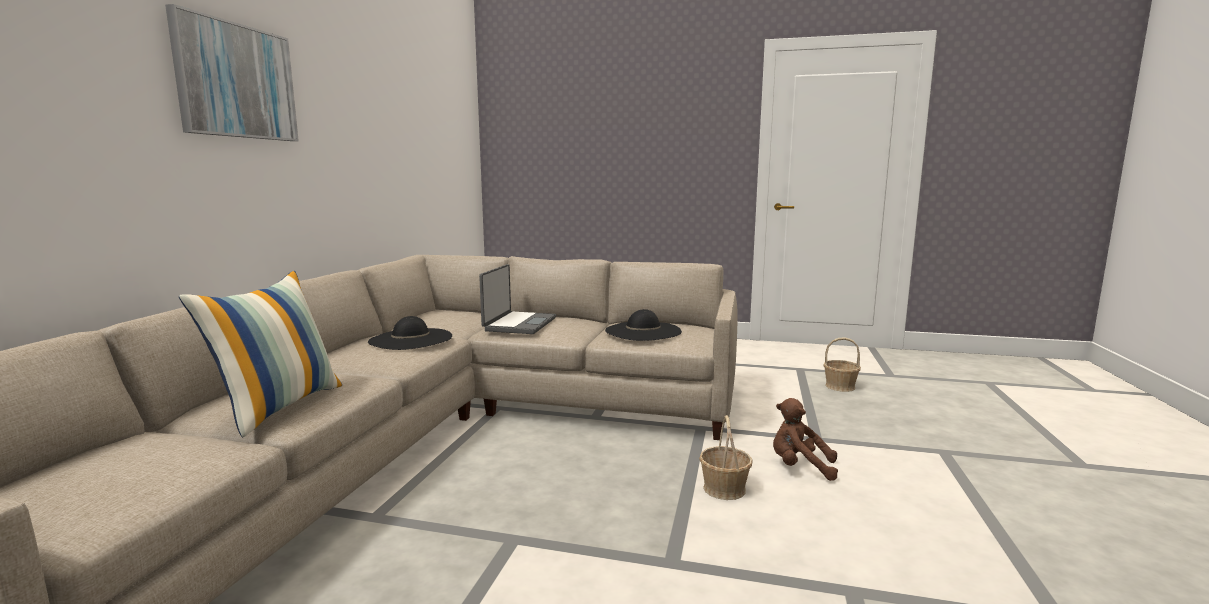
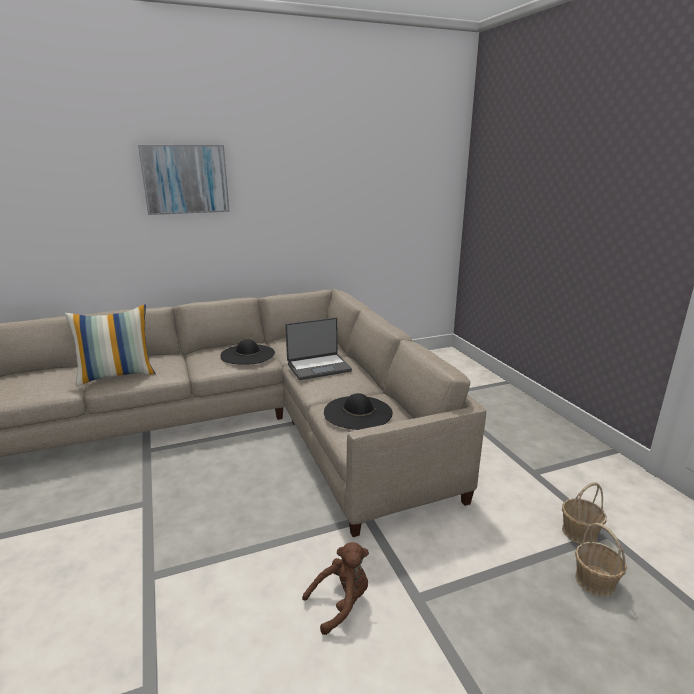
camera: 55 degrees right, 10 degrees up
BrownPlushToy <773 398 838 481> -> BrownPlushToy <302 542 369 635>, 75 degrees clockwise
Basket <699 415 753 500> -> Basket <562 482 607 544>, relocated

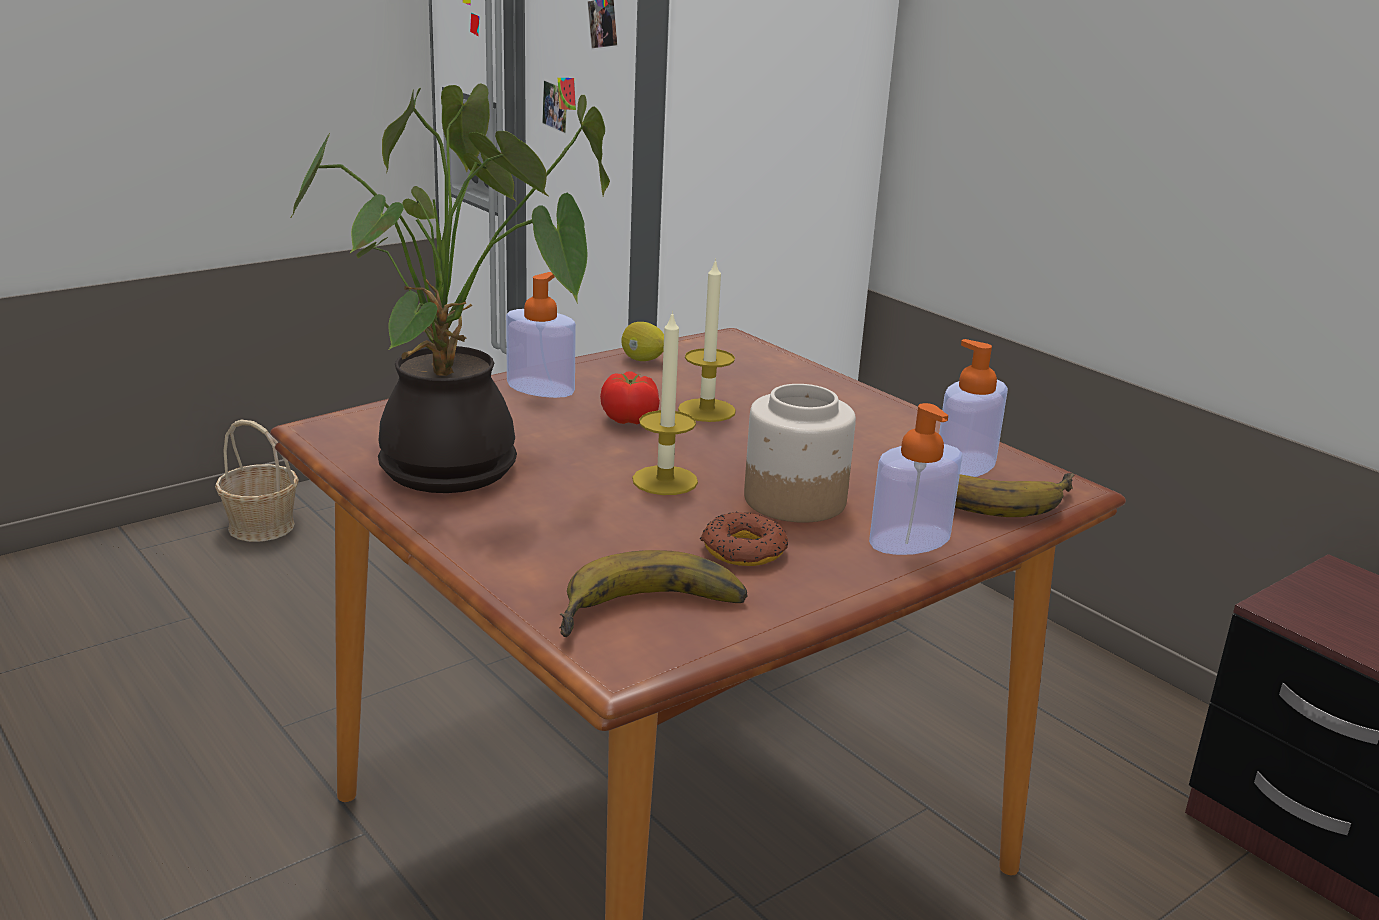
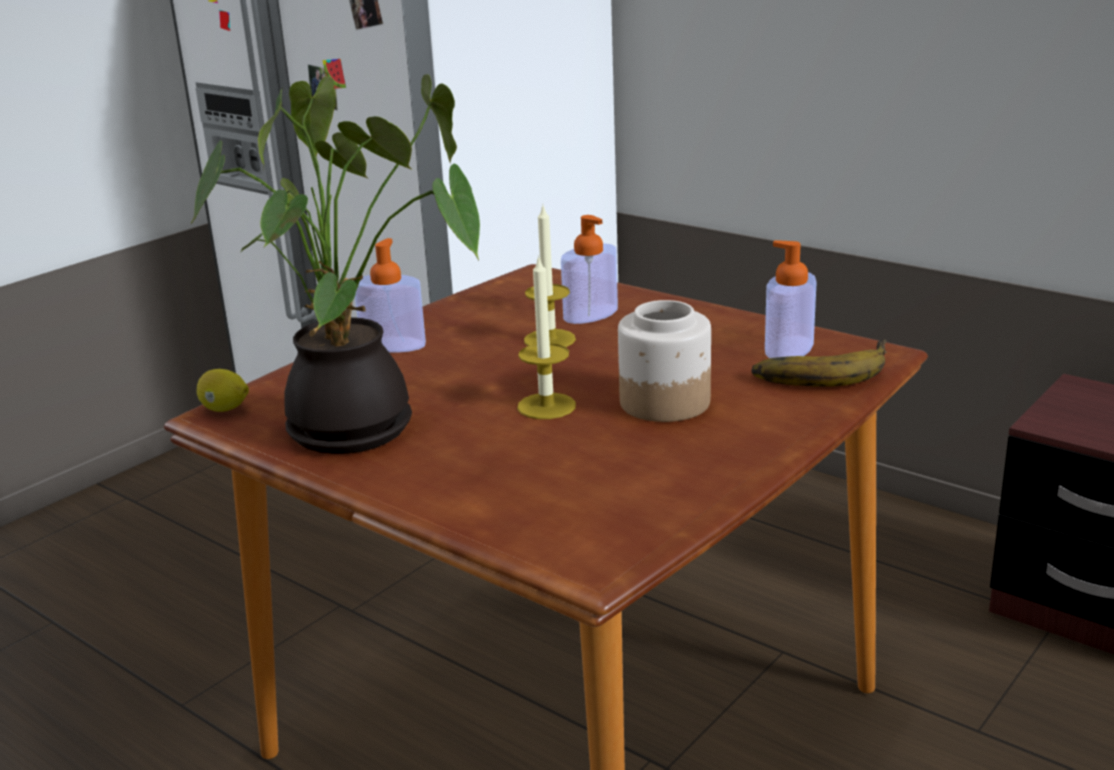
camera: 10 degrees left, 0 degrees up
Lemon <621 322 664 361> -> Lemon <197 369 249 412>, relocated
Tomato <600 371 660 424> -> none
SoapDispenser <869 403 963 555> -> SoapDispenser <561 215 618 324>, relocated
Basket <215 420 299 542> -> none
Donut <700 512 788 566> -> none
Banana <559 550 748 637> -> none

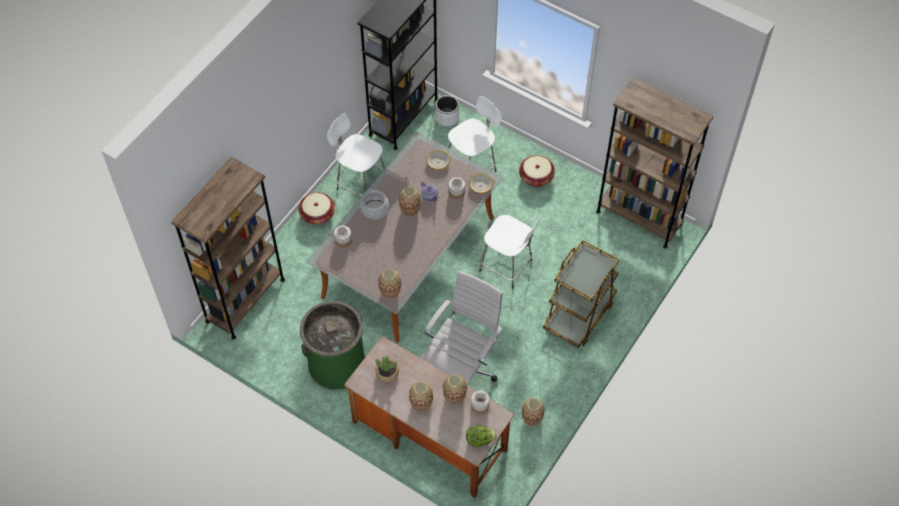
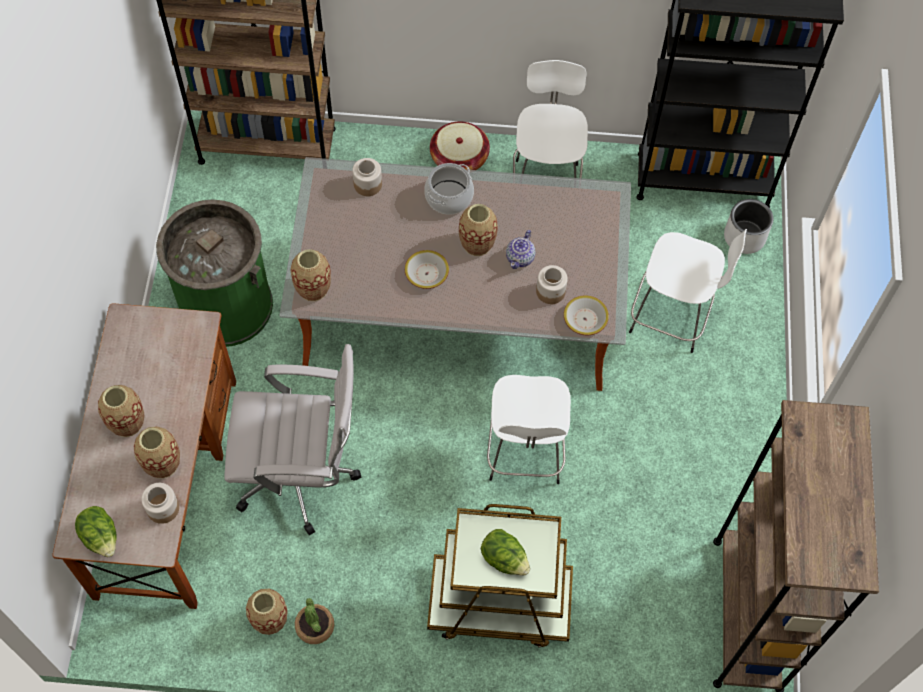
camera: 60 degrees right, 5 degrees up
Bowl <426 150 450 170> -> Bowl <405 250 449 289>, relocated
Basket <519 155 555 187> -> none
PottedPlant <375 355 399 382> -> PottedPlant <295 598 334 644>, relocated
none -> Lettuce <481 529 530 575>

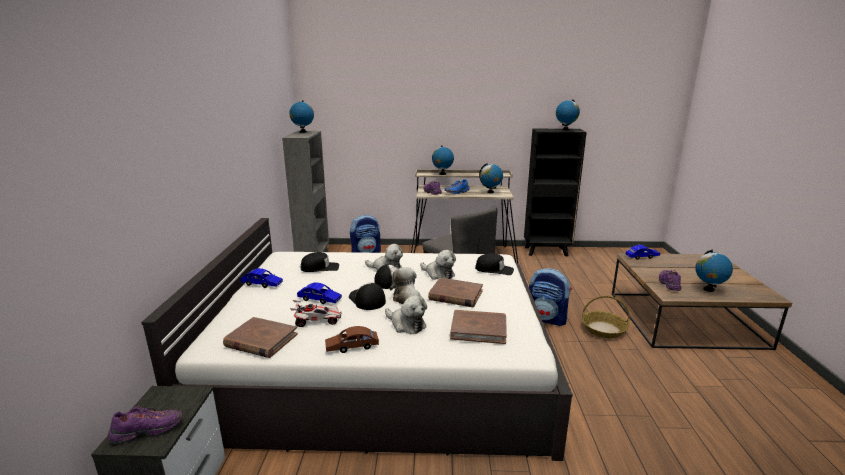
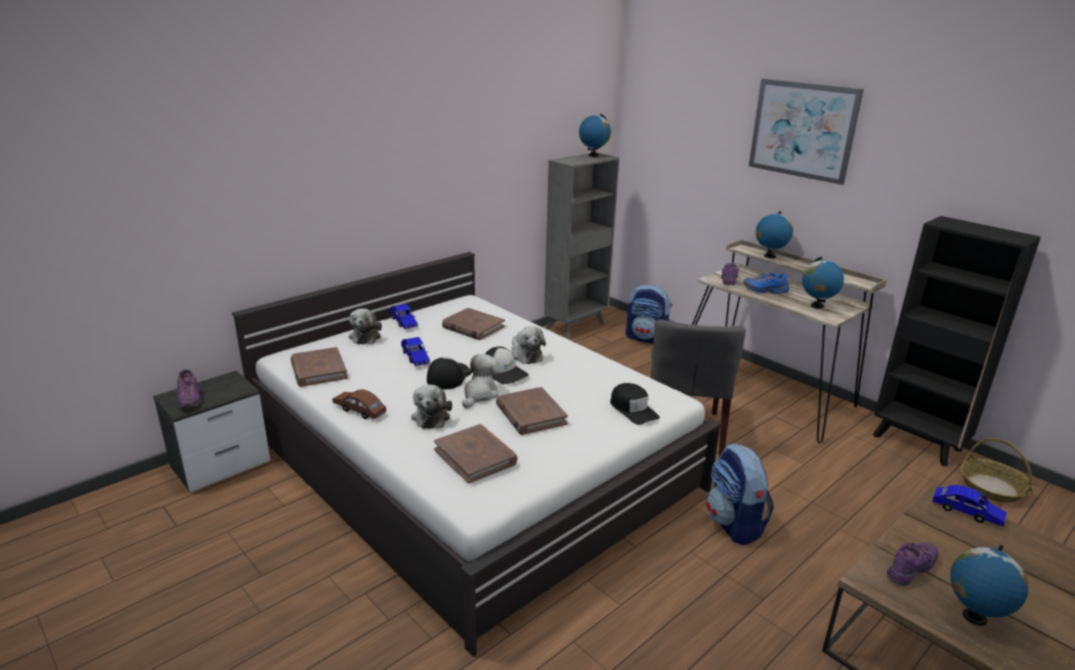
camera: 45 degrees right, 5 degrees up
Globe <556 99 580 130> -> none
PlushToy <420 250 456 280> -> PlushToy <349 308 382 344>, relocated
BlackCap <301 252 339 272> -> BrownBook <442 308 505 340>
Basket <582 296 630 338> -> Basket <960 438 1033 503>, relocated
ToyCar <290 300 342 327> -> none
PurpleShoe <108 406 183 444> -> PurpleShoe <176 369 201 408>, 45 degrees clockwise
none -> Picture <749 79 864 185>

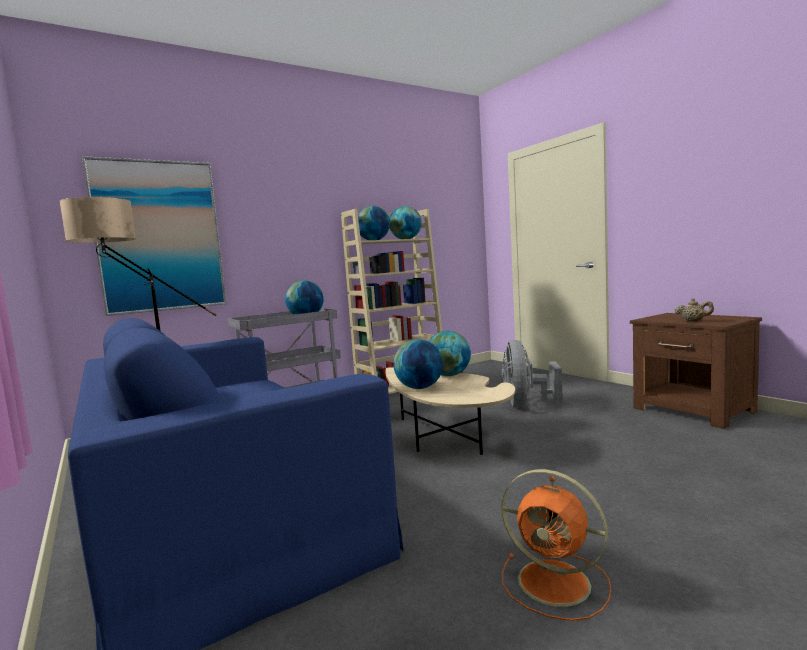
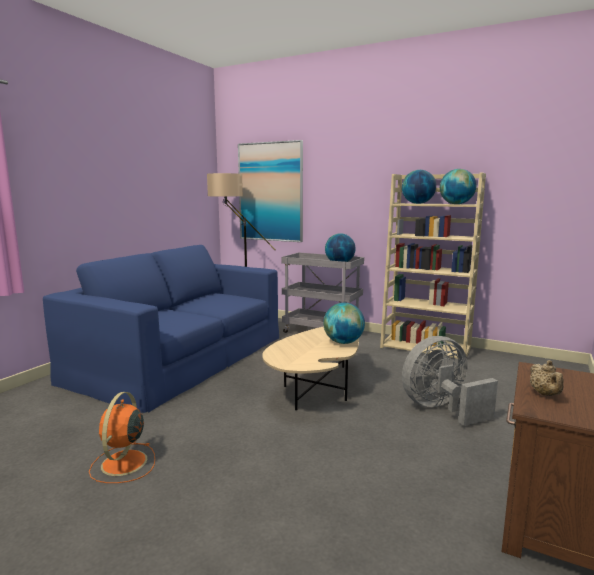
camera: 60 degrees right, 5 degrees up
Globe <393 339 443 389> -> none

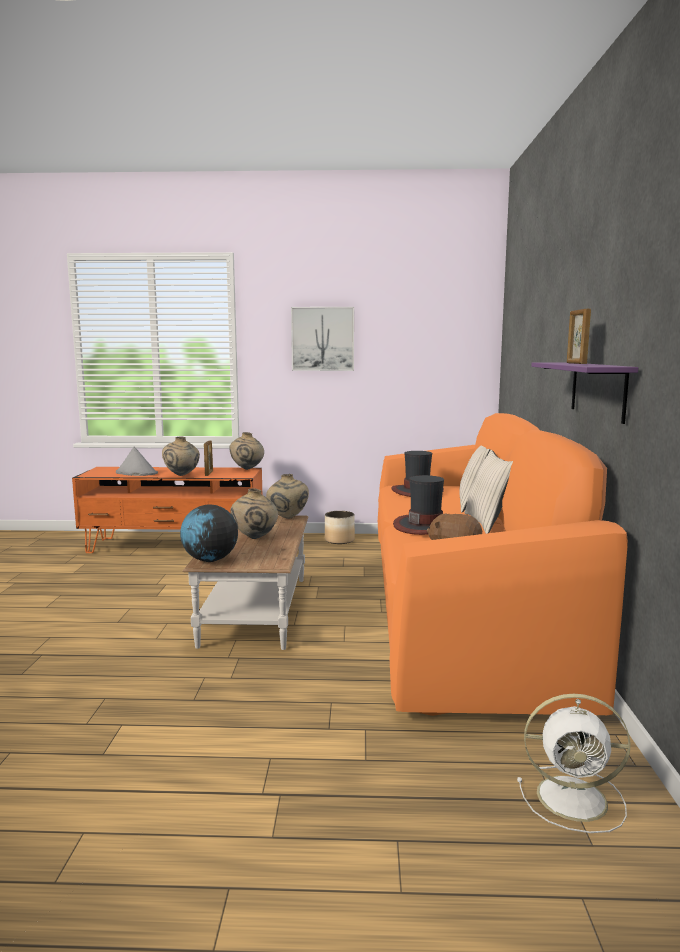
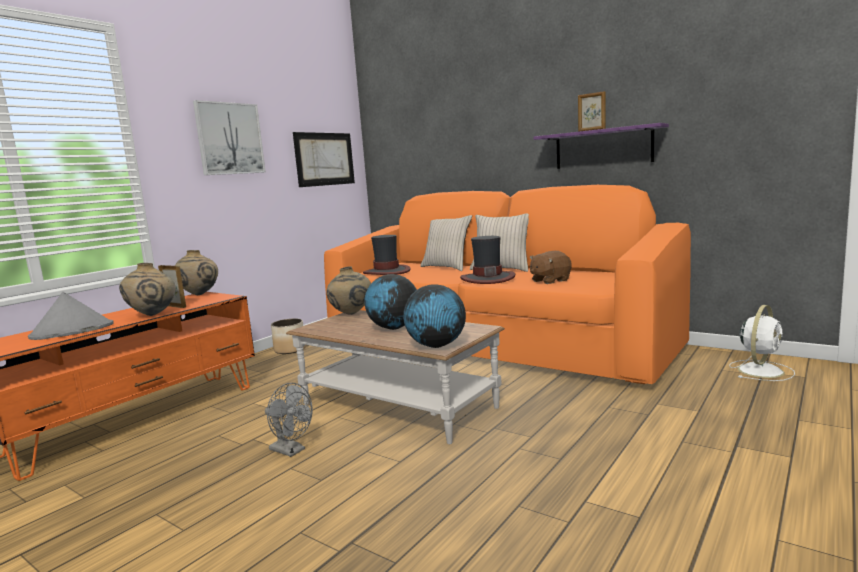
camera: 55 degrees left, 0 degrees up
BeigeVase <230 488 278 539> -> Globe <364 274 417 330>
none -> Picture <293 132 355 187>
none -> GreyFan <265 383 313 457>

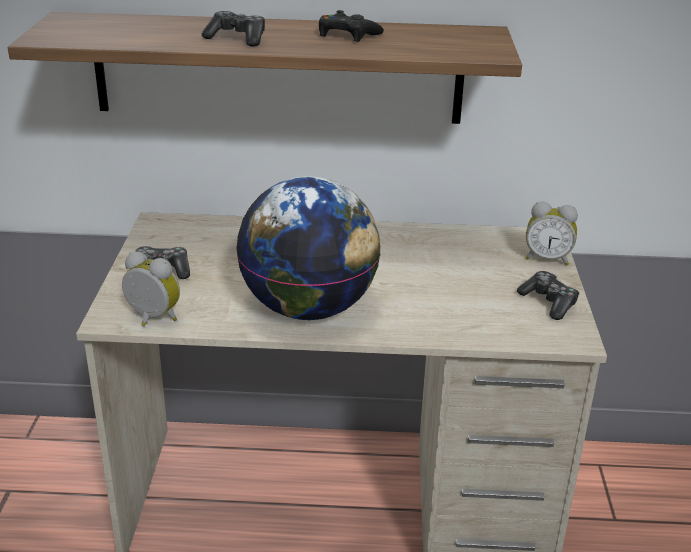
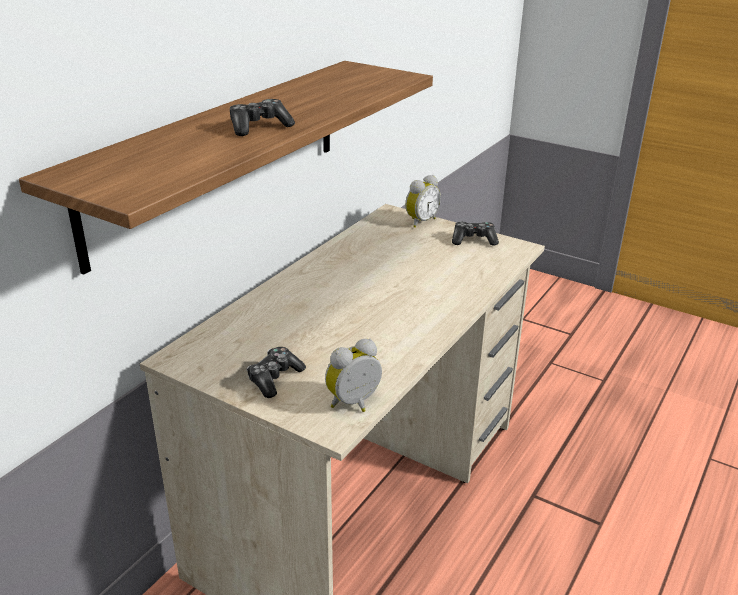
camera: 60 degrees left, 0 degrees up
BlackGameController <319 10 384 42> -> none
Globe <236 176 381 320> -> none

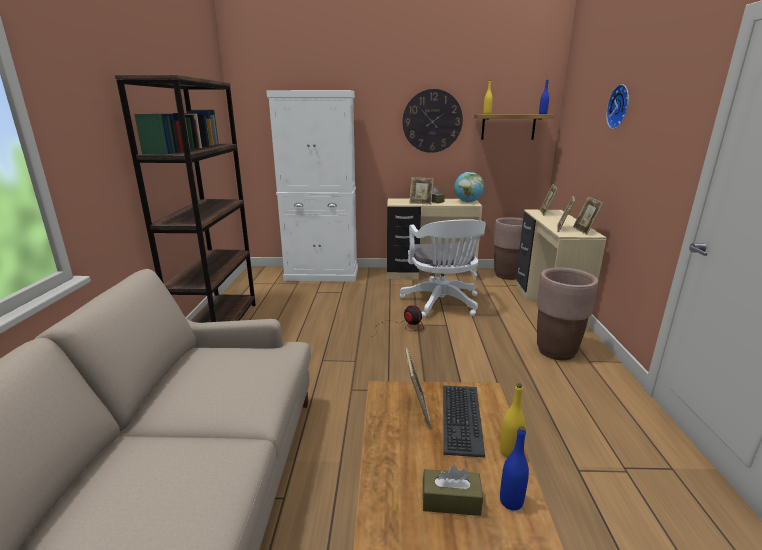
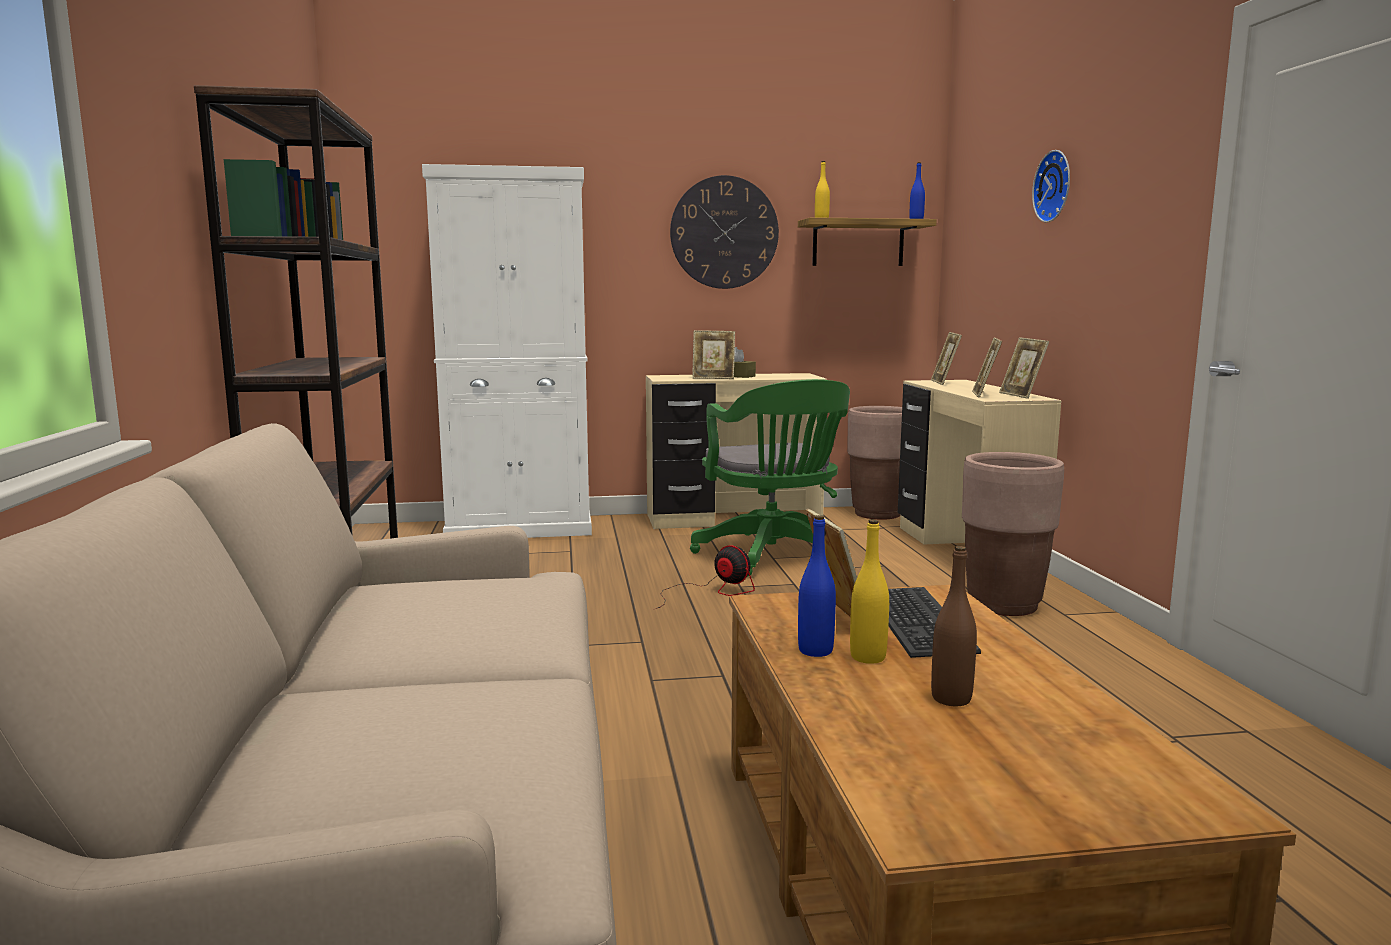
camera: 10 degrees left, 10 degrees down
Globe <454 172 484 203> -> none
WhiteOfficeChair <400 219 486 318> -> GreenOfficeChair <690 379 850 577>
YellowBottle <500 383 525 458> -> YellowBottle <850 519 889 664>, relocated
BlueBottle <500 426 529 511> -> BlueBottle <798 515 836 657>, relocated
BrownTissueBox <423 466 483 516> -> BrownBottle <931 546 977 706>

